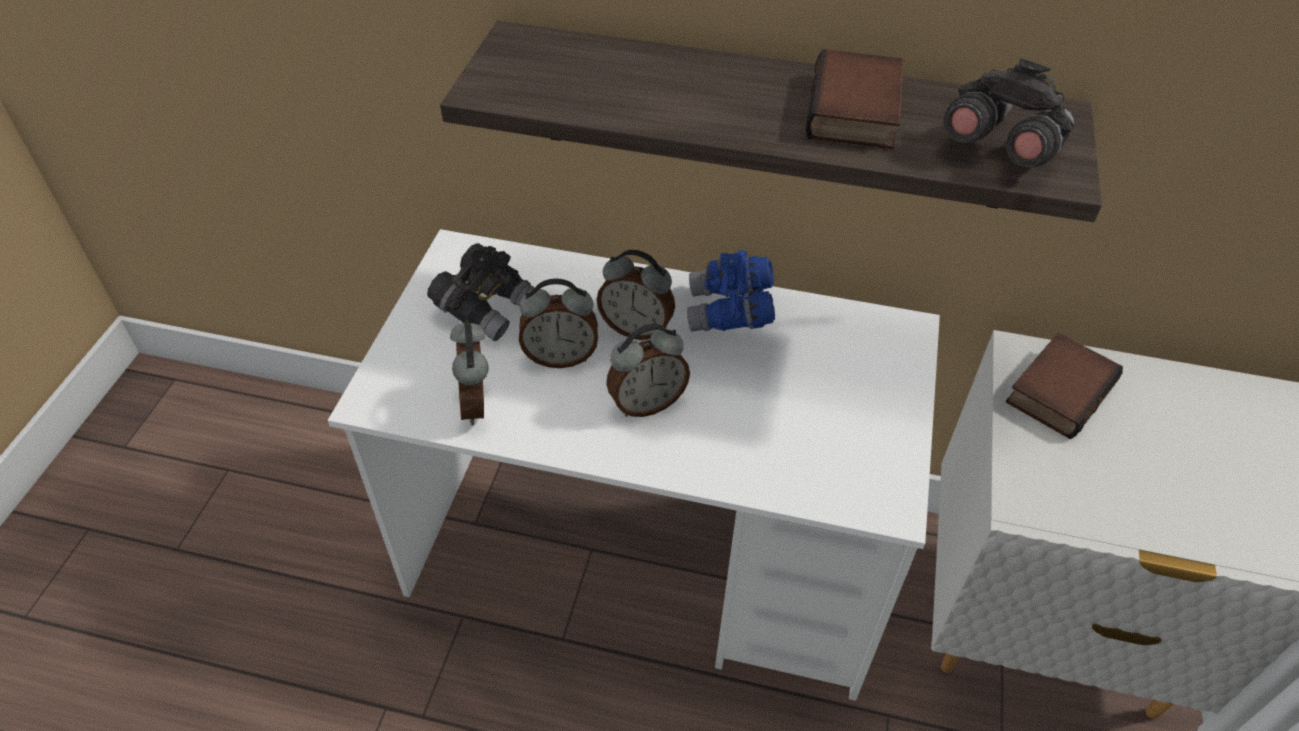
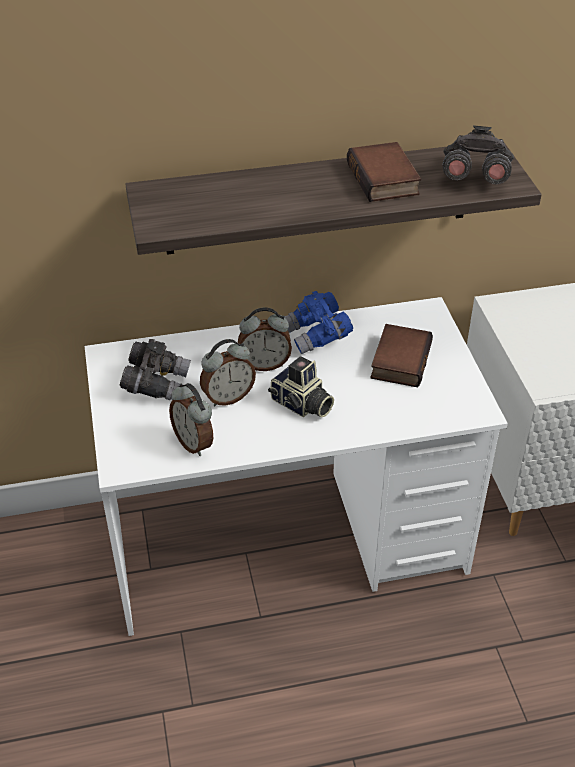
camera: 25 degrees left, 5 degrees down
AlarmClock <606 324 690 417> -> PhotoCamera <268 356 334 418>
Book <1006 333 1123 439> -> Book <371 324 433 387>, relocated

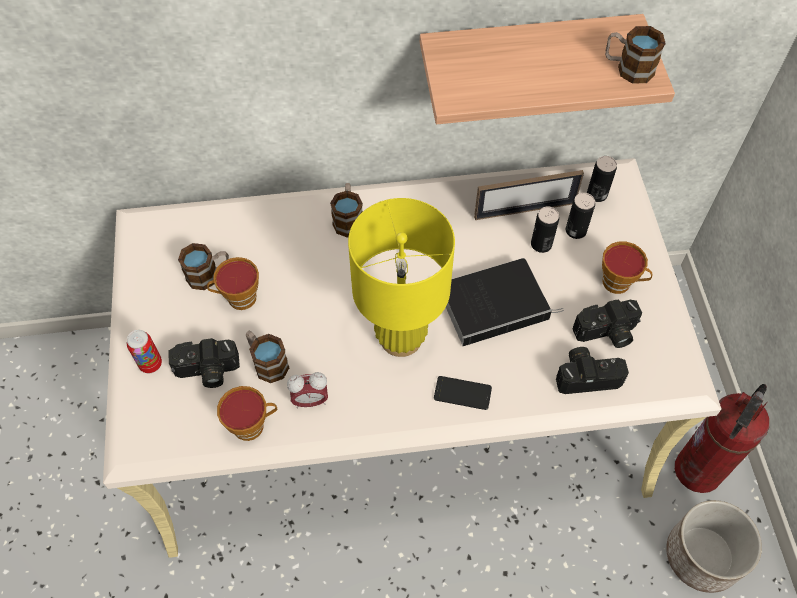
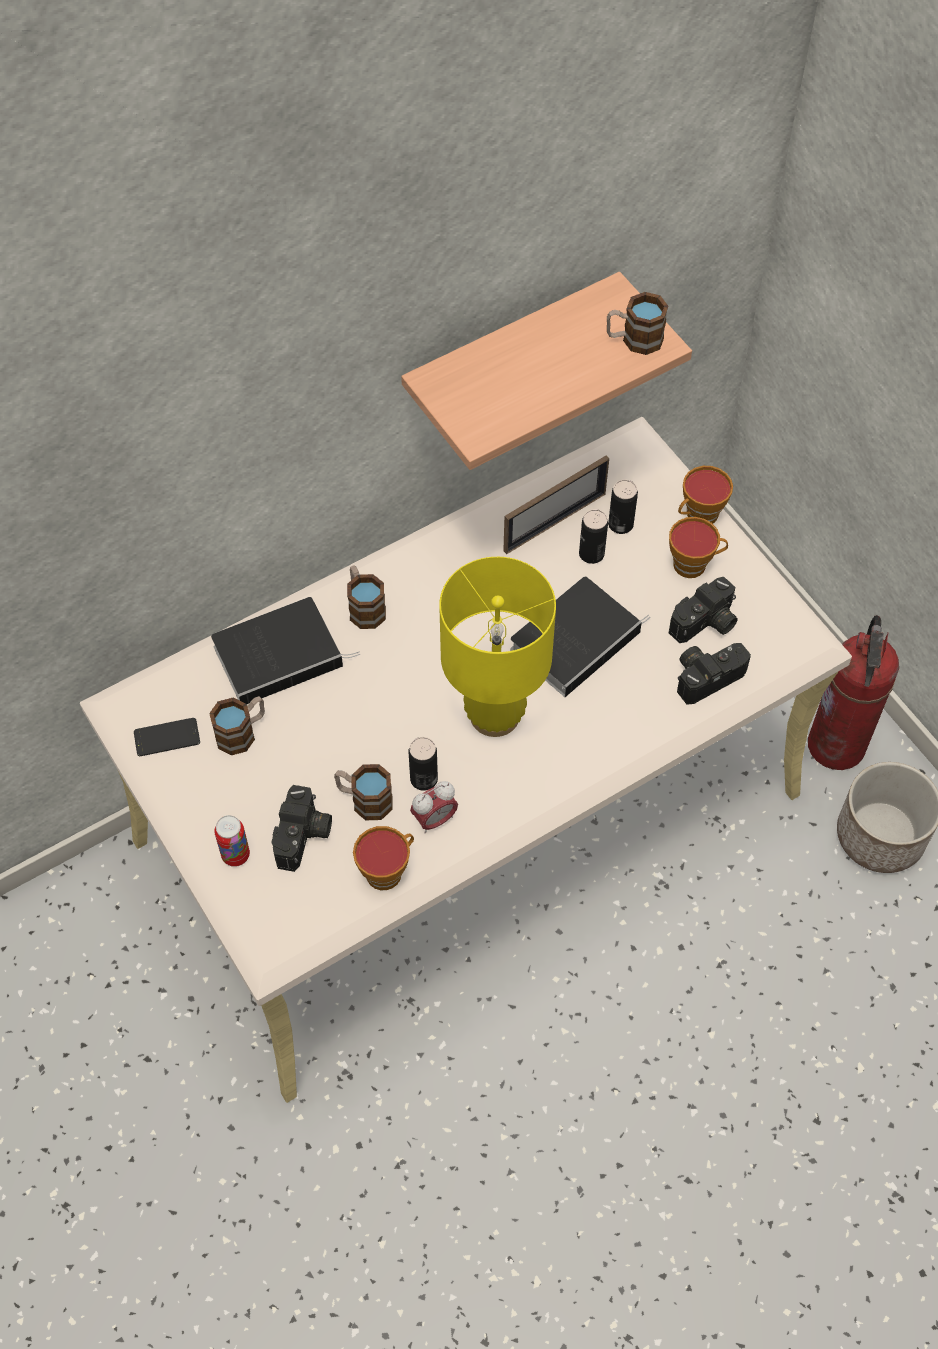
camera: 25 degrees left, 0 degrees up
Can <587 156 617 202> -> Can <409 737 438 791>, relocated
Cup <207 257 259 310> -> Cup <678 466 733 524>, relocated
PhotoCamera <168 338 240 388> -> PhotoCamera <272 785 332 872>, 45 degrees counterclockwise
Phone <434 376 492 410> -> Phone <134 718 200 756>, relocated
none -> Book <211 597 360 704>

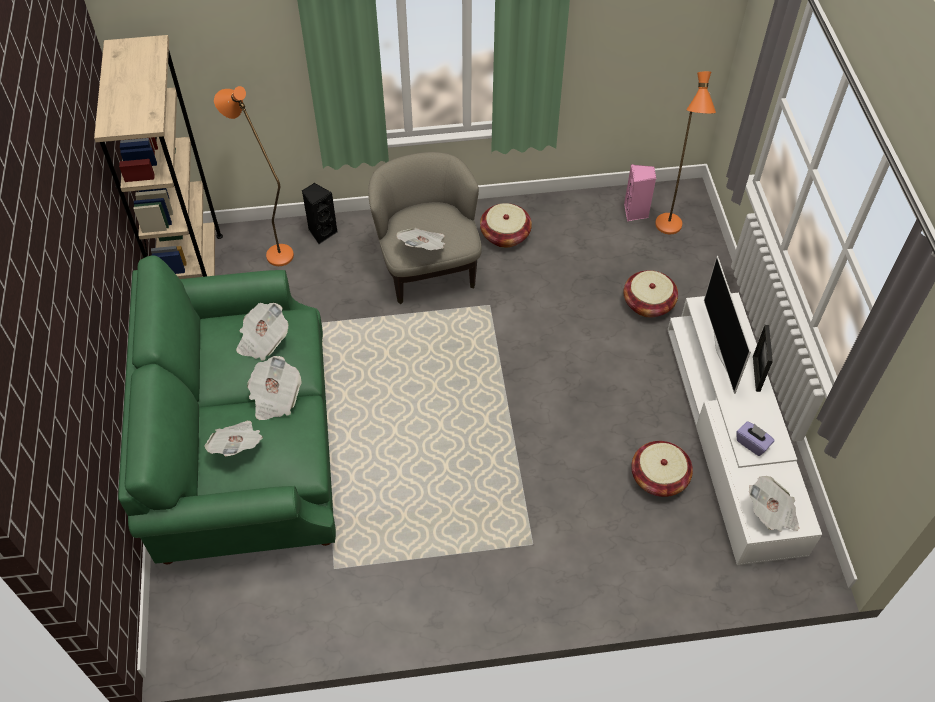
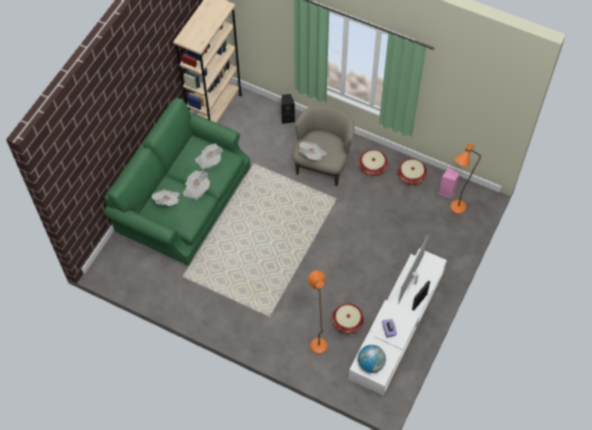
camera: 35 degrees right, 5 degrees up
OrangeFloorLamp <214 86 294 266> -> OrangeFloorLamp <308 271 327 354>, relocated
Basket <623 270 678 318> -> Basket <397 159 427 185>, relocated
Newspaper <749 476 799 532> -> Globe <358 345 386 373>

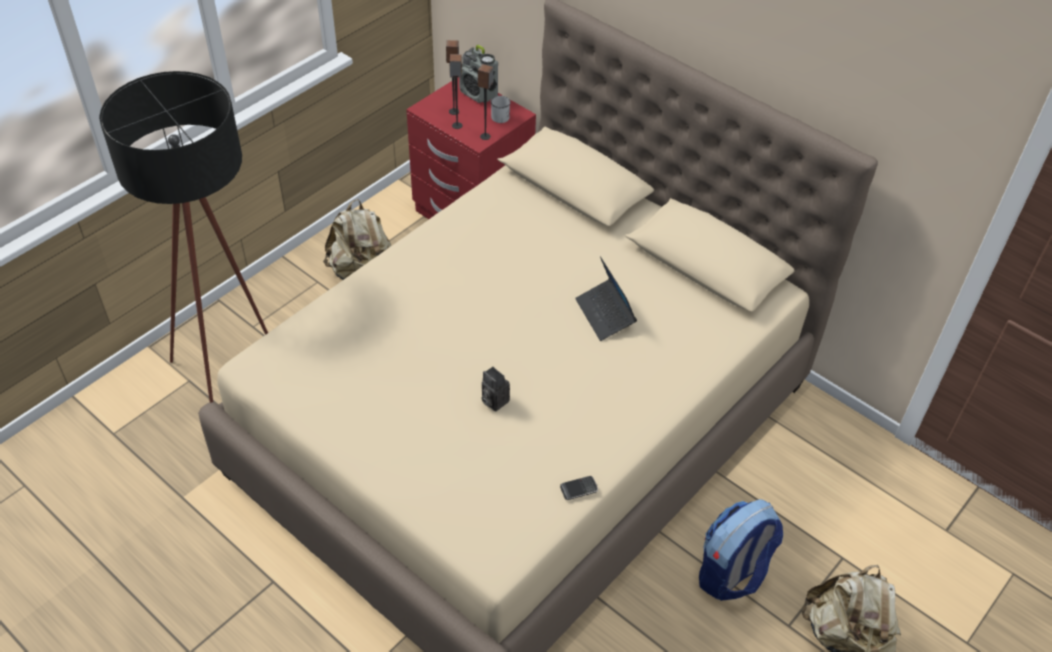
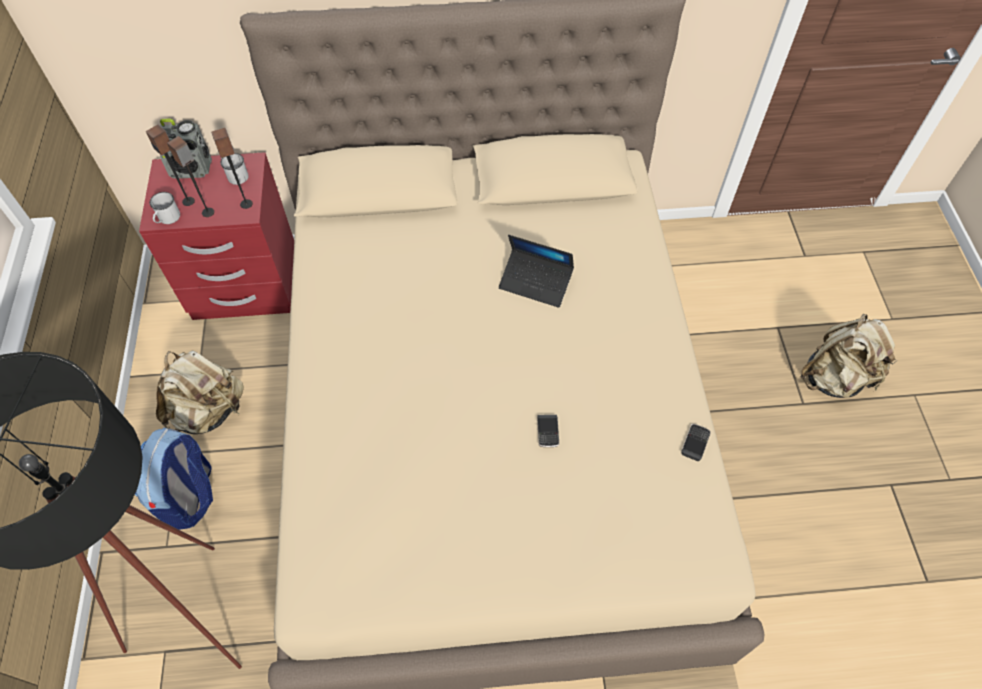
camera: 45 degrees left, 10 degrees up
PhotoCamera <481 367 510 411> -> Phone <537 415 559 447>
Backpack <699 499 783 601> -> Backpack <135 428 213 530>, relocated
none -> WhiteMug <150 192 180 224>

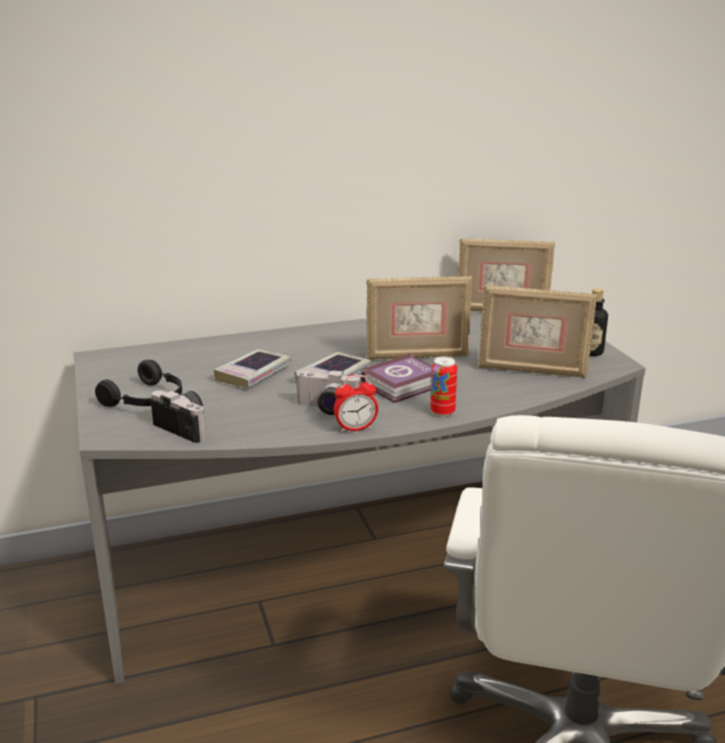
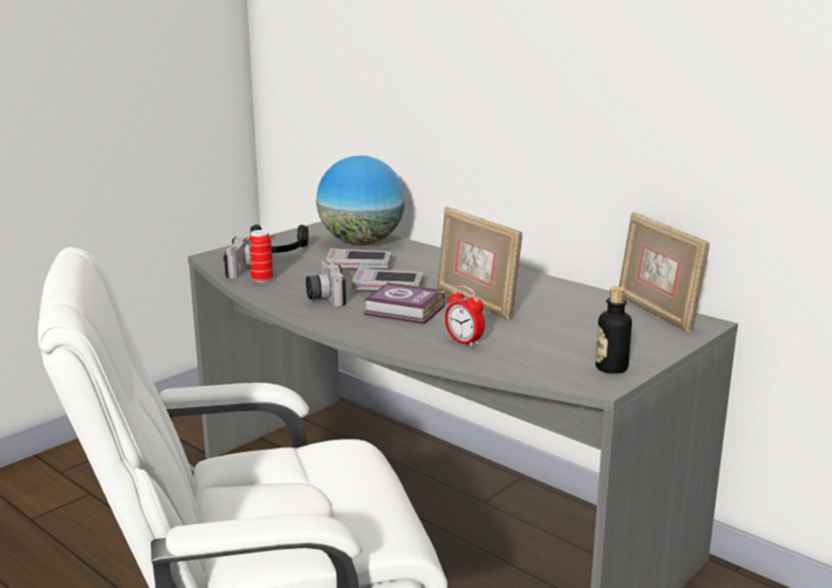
camera: 60 degrees right, 5 degrees down
PictureFrame <478 285 597 378> -> none
Can <430 356 457 417> -> Can <249 230 273 283>, relocated
AlarmClock <334 375 378 433> -> AlarmClock <445 285 485 347>, relocated
none -> Globe <316 155 405 245>

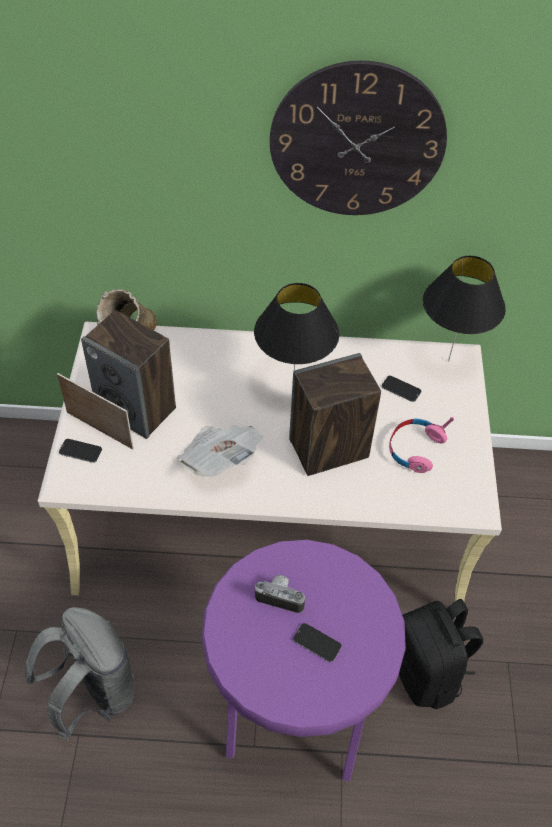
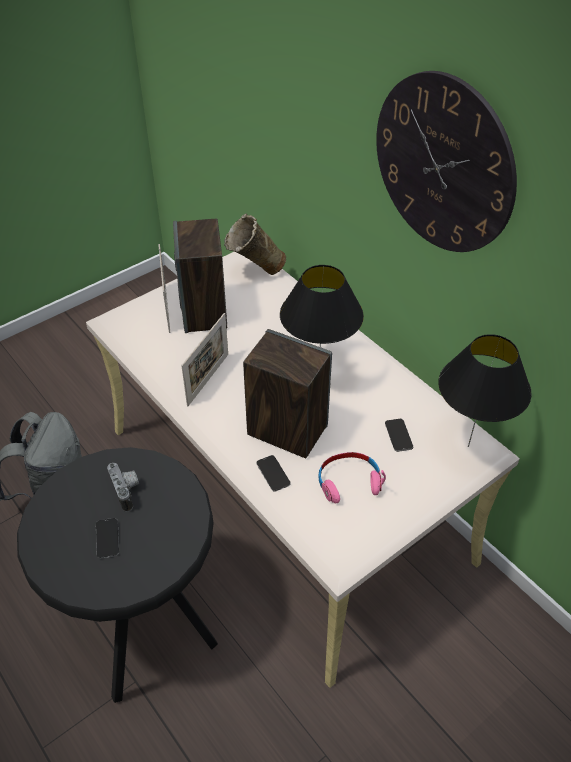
camera: 50 degrees right, 5 degrees down
Newspaper <177 425 263 477> -> PictureFrame <181 313 228 406>
Phone <59 439 102 463> -> Phone <256 455 291 492>, relocated
PurpleStool <202 540 406 781> -> BlackStool <17 447 218 703>
BlackBackpack <399 599 483 709> -> none

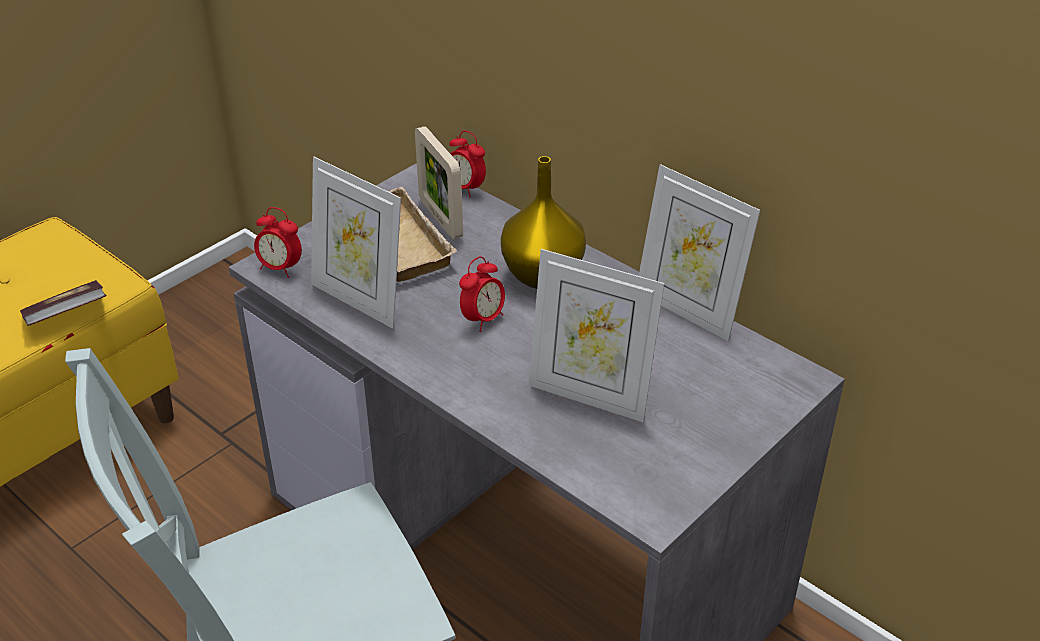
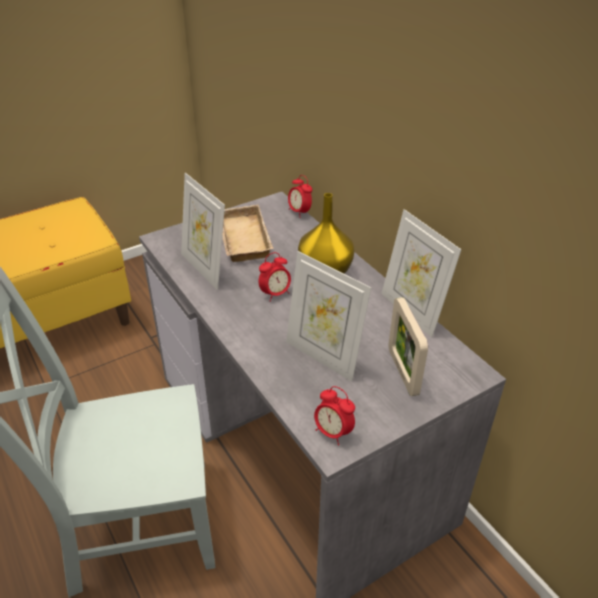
camera: 15 degrees right, 0 degrees up
PictureFrame <415 126 463 239> -> PictureFrame <388 297 428 396>, relocated
AlarmClock <254 207 302 278> -> AlarmClock <314 386 355 446>, relocated
Book <20 280 107 326> -> none

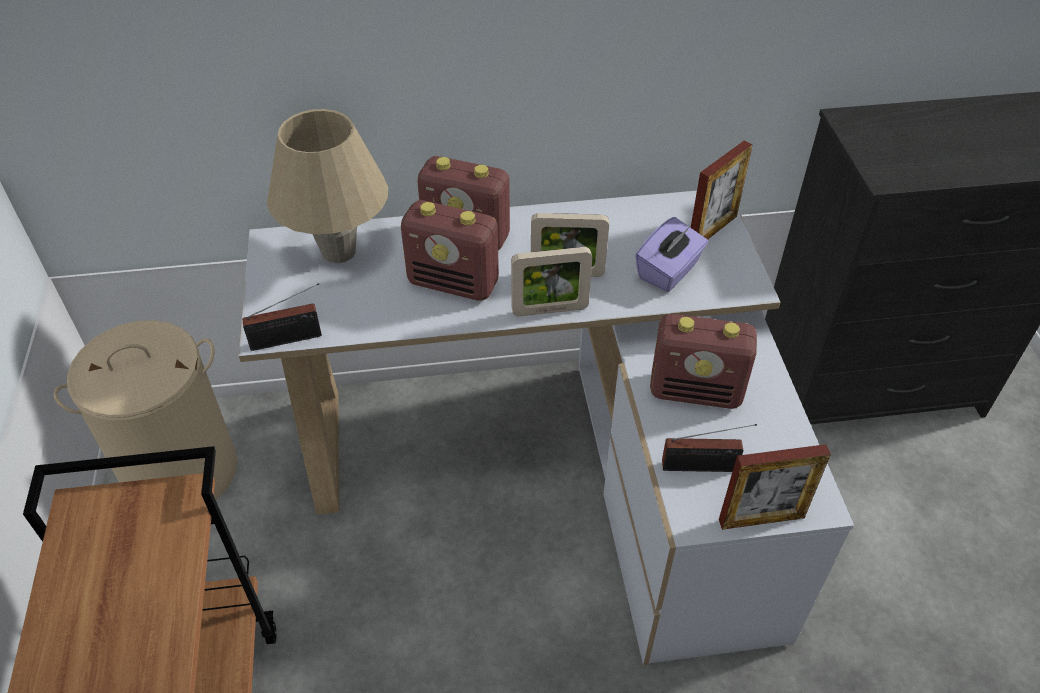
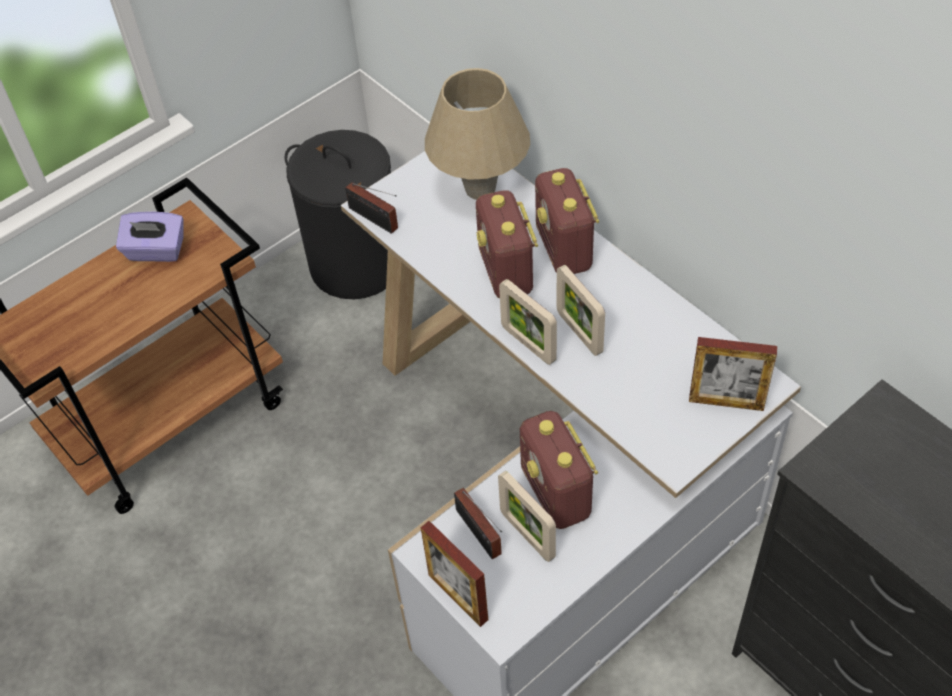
camera: 60 degrees right, 5 degrees up
PurpleTissueBox <635 217 708 292> -> PurpleTissueBox <116 211 184 262>, relocated
BeigeLaundryBasket <54 320 237 500> -> BlackLaundryBasket <285 130 391 299>
none -> PictureFrame <498 471 556 562>

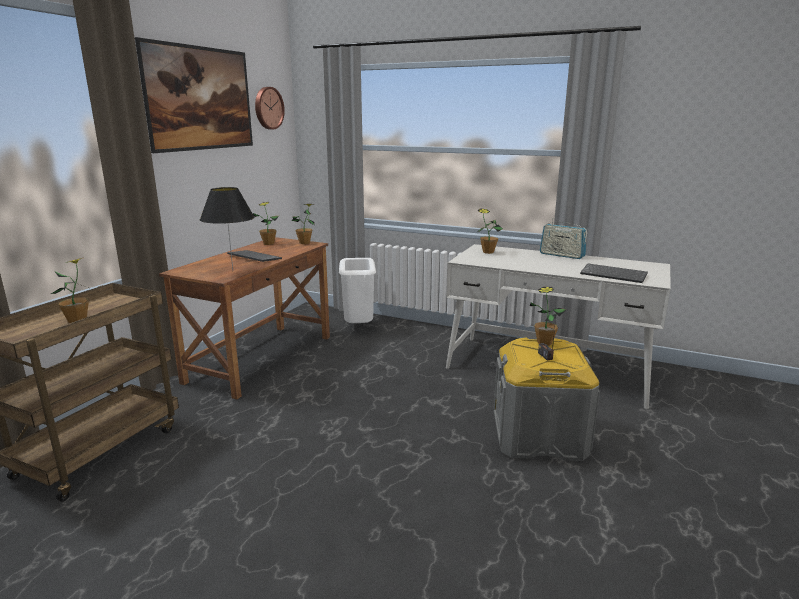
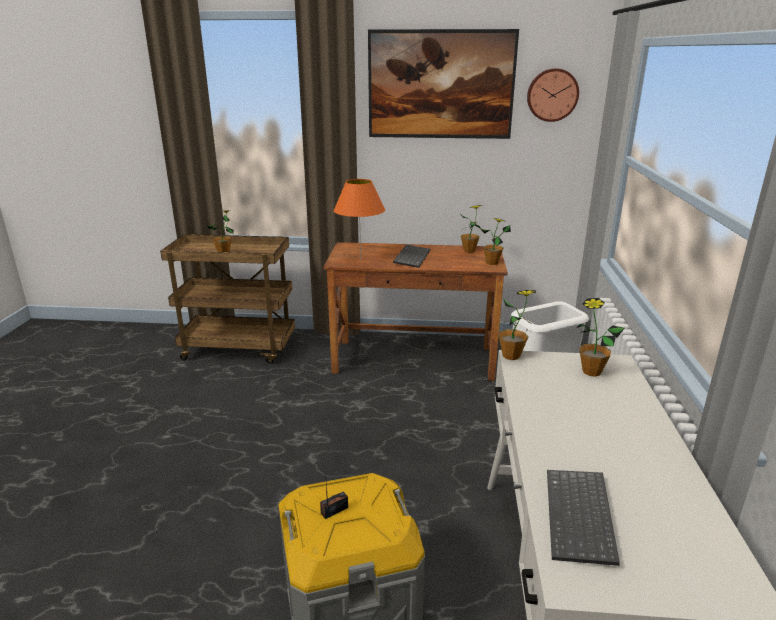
camera: 70 degrees right, 5 degrees up
BlackTableLamp <200 187 255 270> -> OrangeTableLamp <334 179 385 261>
Radio <540 218 587 259> -> none
PottedPlant <530 287 566 346> -> PottedPlant <499 290 536 360>, relocated

